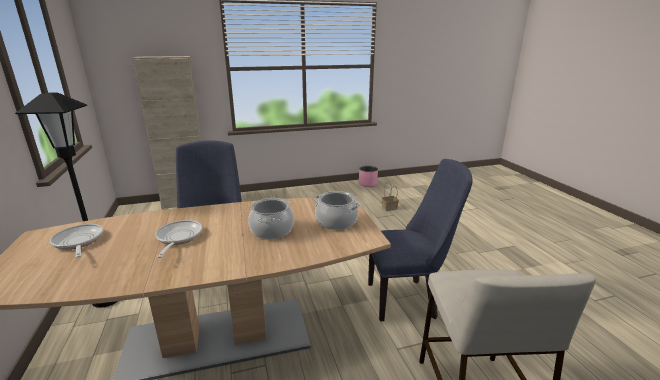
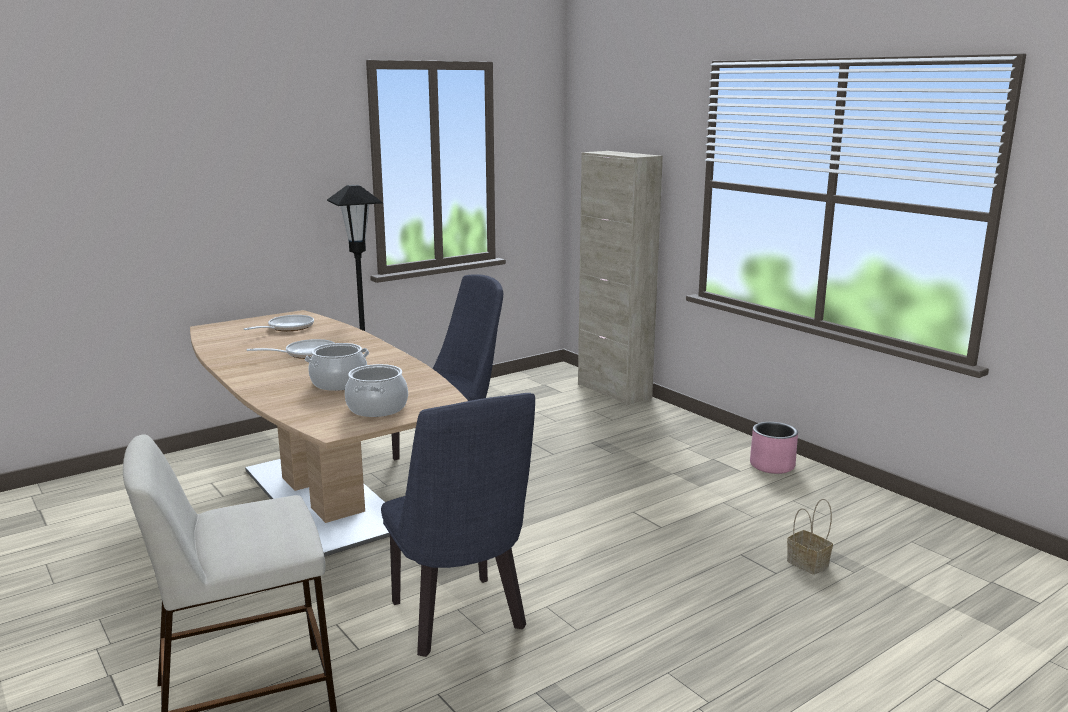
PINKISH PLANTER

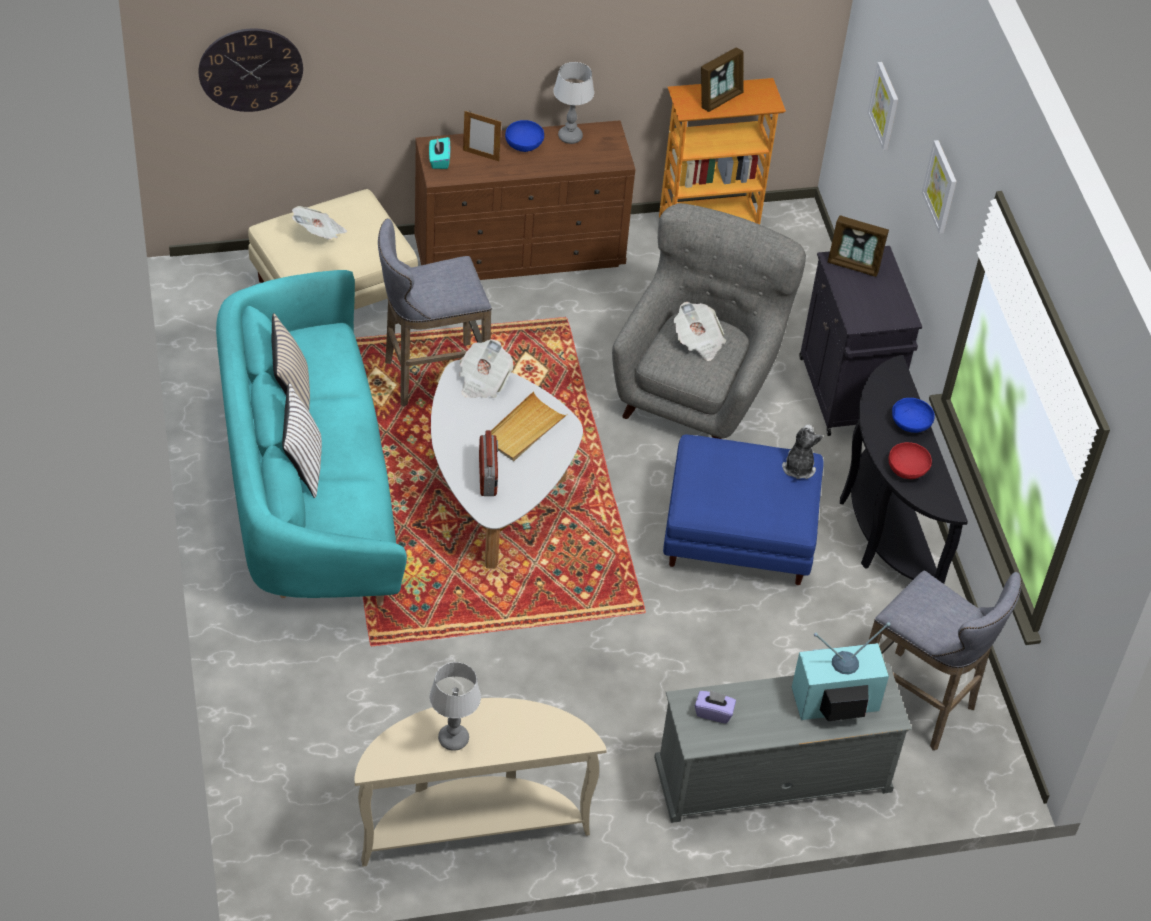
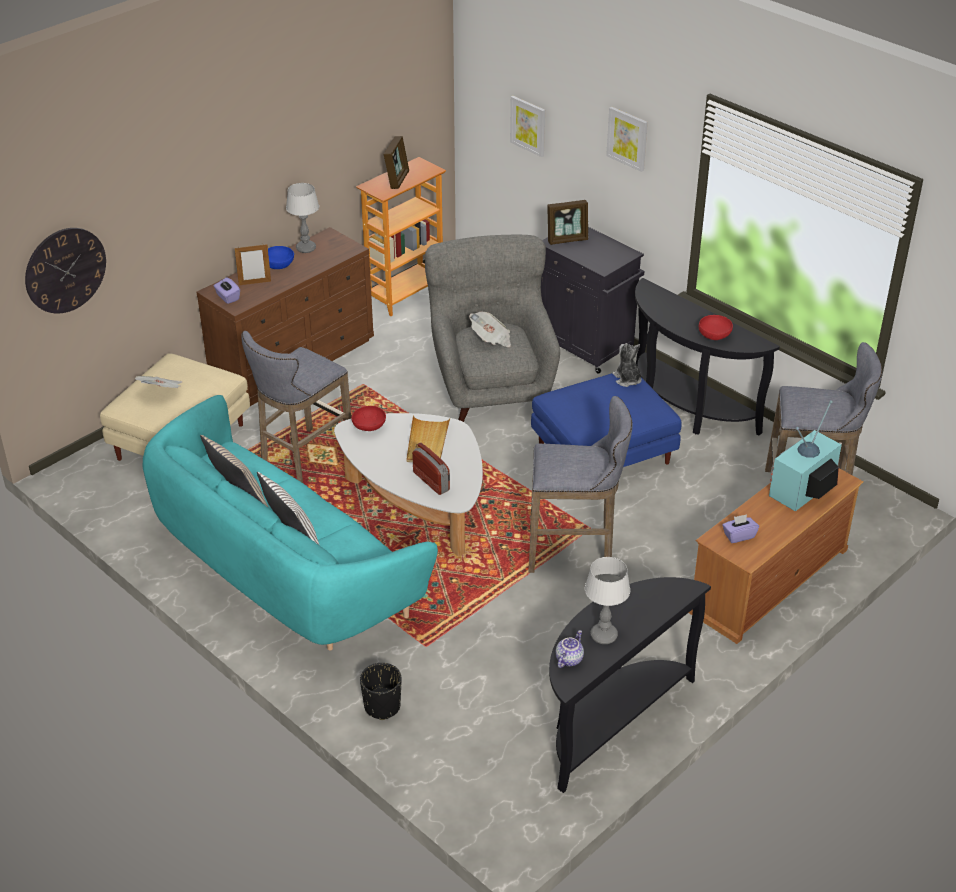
BLUE-COLOURED DEEP DISH (2nd from left in the first image)
BLACK-COLOURED PLANTER
GREY STOOL (2nd from left)
TEA POT
RED-COLOURED DEEP DISH (1st from left)
BLACK-COLOURED CONSOLE TABLE (1st from left)
PURPLISH TISSUE HOLDER (1st from left)
BROWN TV UNIT

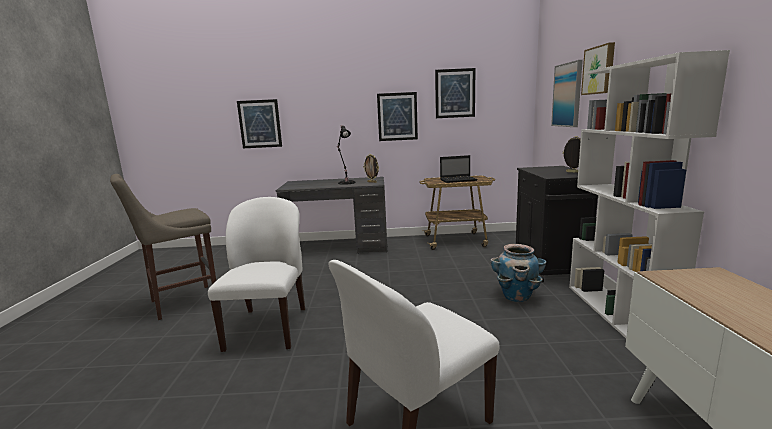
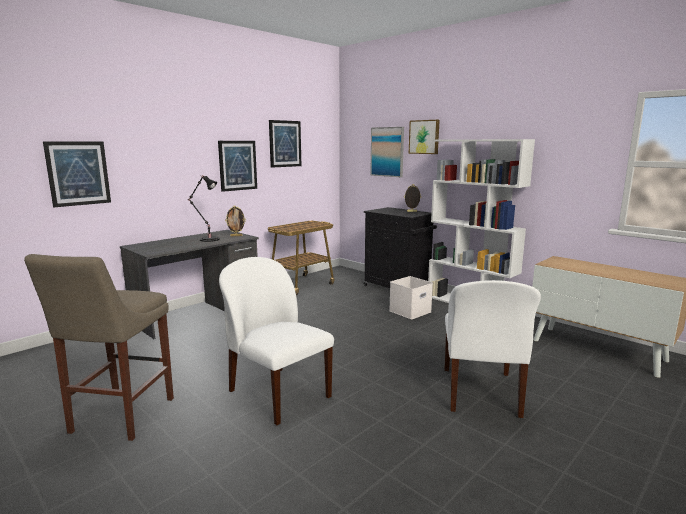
NOTEBOOK COMPUTER
WHITE STORAGE CONTAINER

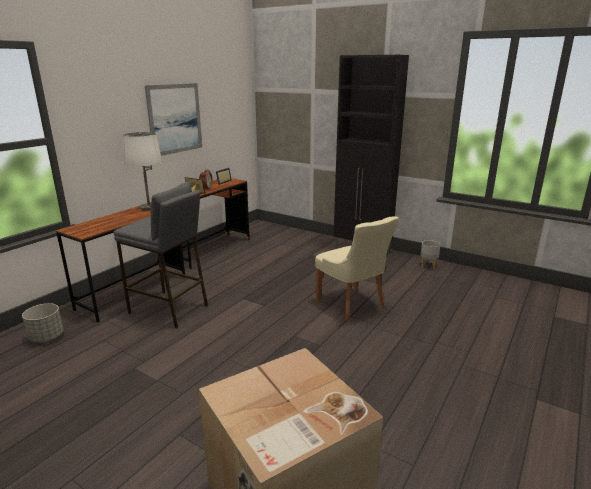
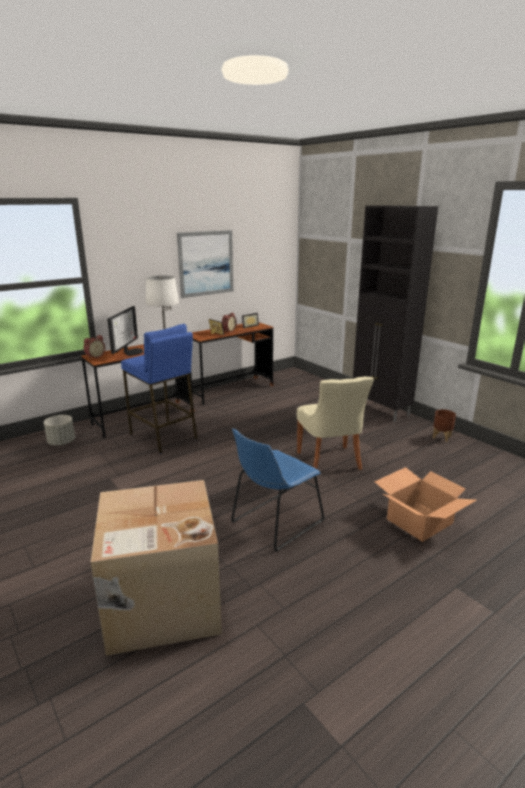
ALARM CLOCK (1st from left)
COMPUTER DISPLAY
BLUE-COLOURED UPRIGHT CHAIR
PACKING BOX (2nd from left)
BLUE-COLOURED STOOL
BROWN PLANTER

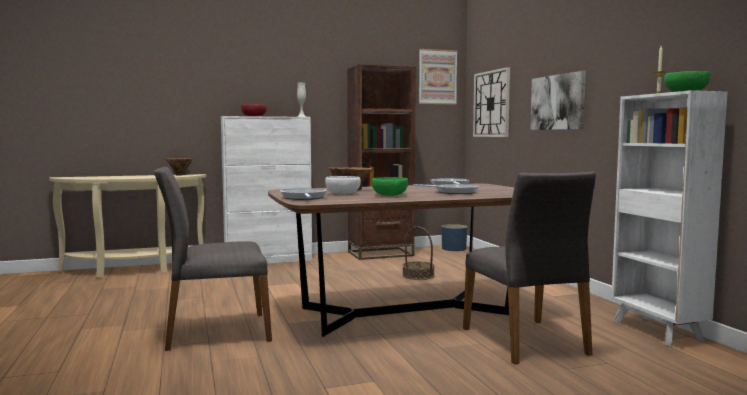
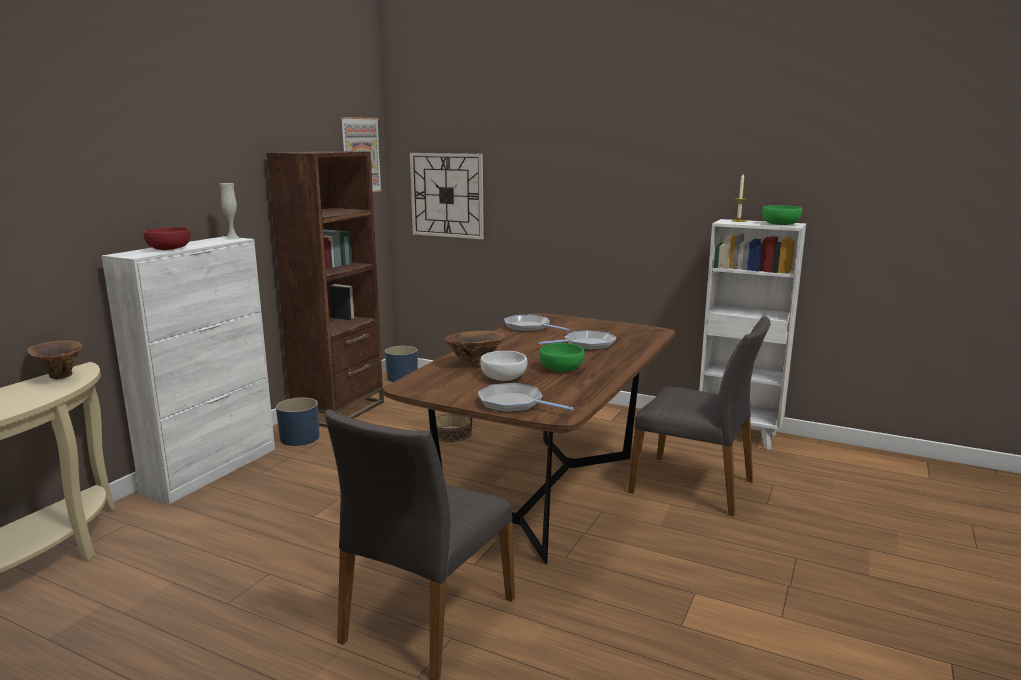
PICTURE (2nd from left in the first image)
BLUE-COLOURED PLANTER (1st from left)

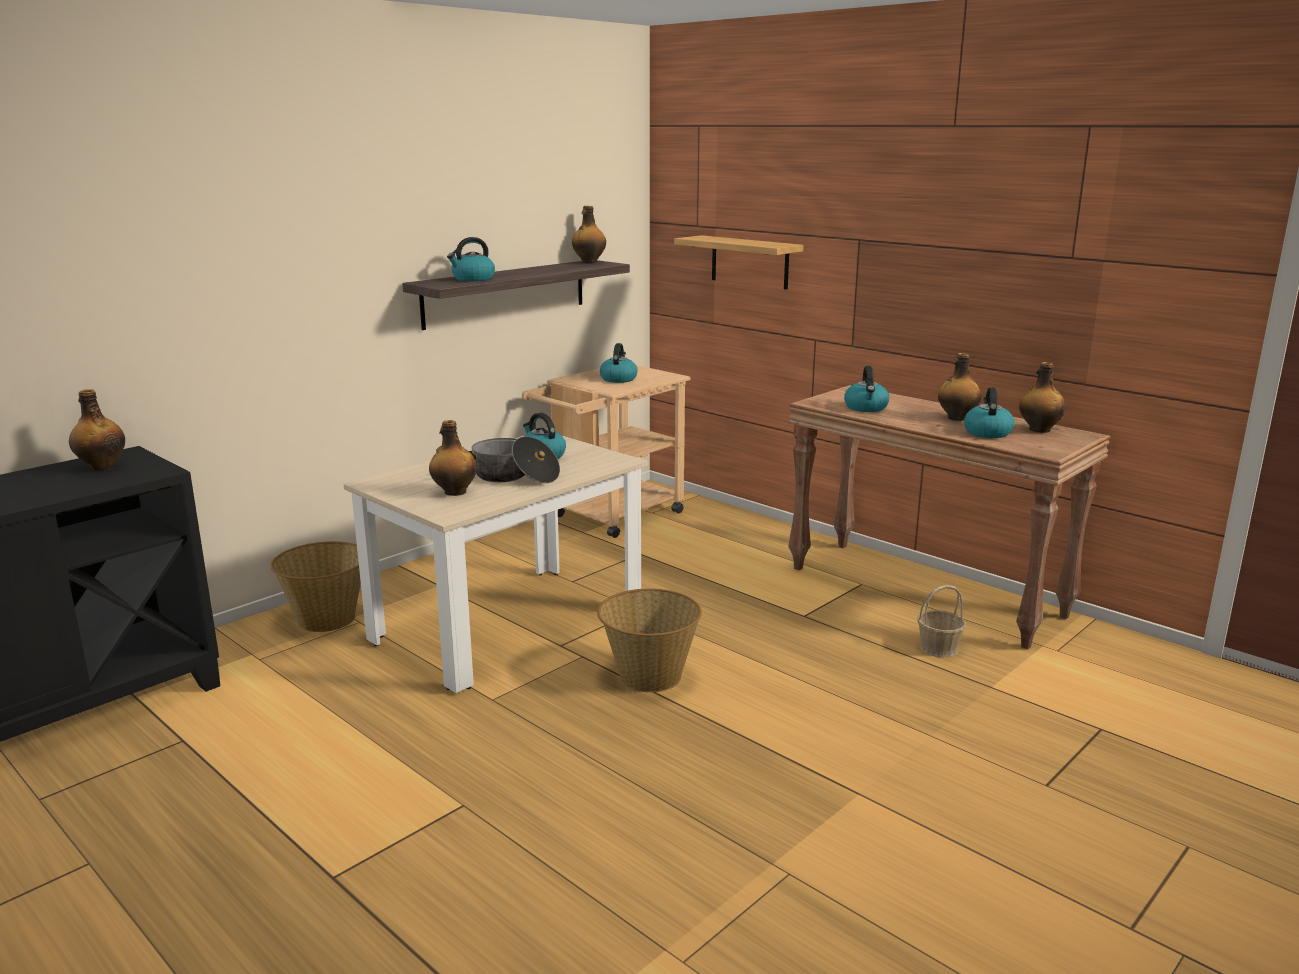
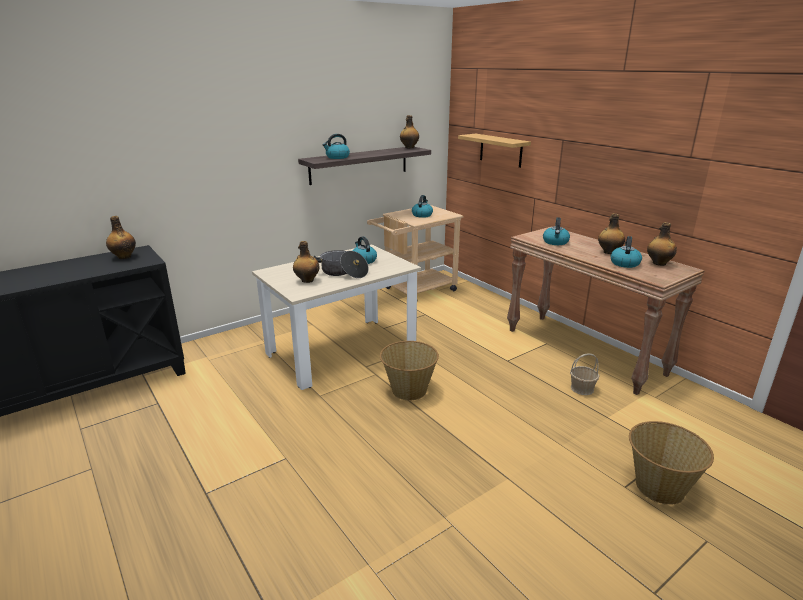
STORAGE BASKET (3rd from left)

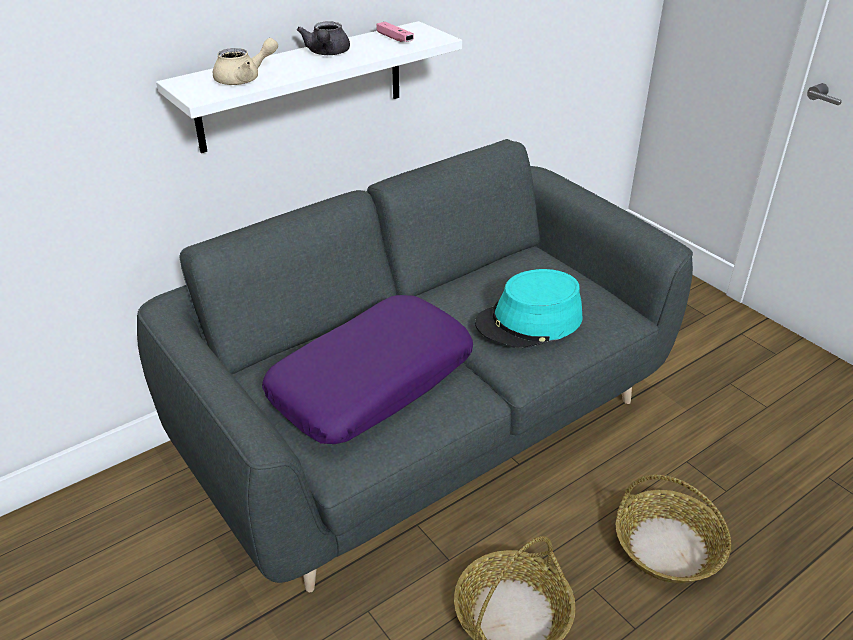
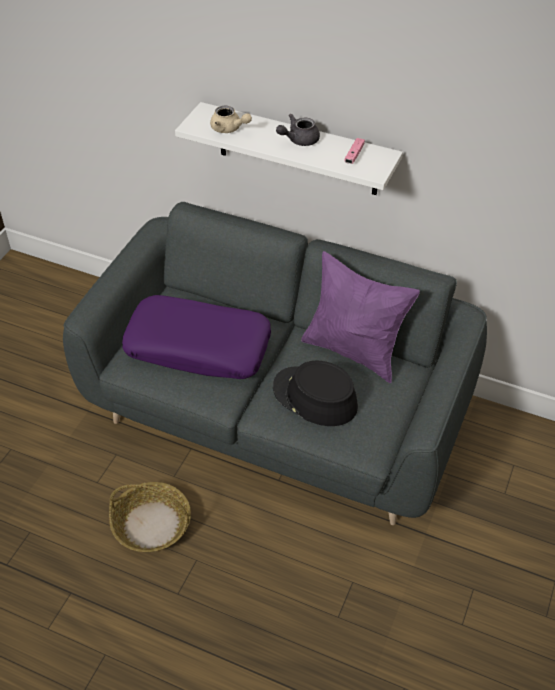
STORAGE BASKET (2nd from left in the first image)
PURPLISH PILLOW (2nd from left)
BLACK-COLOURED HAT

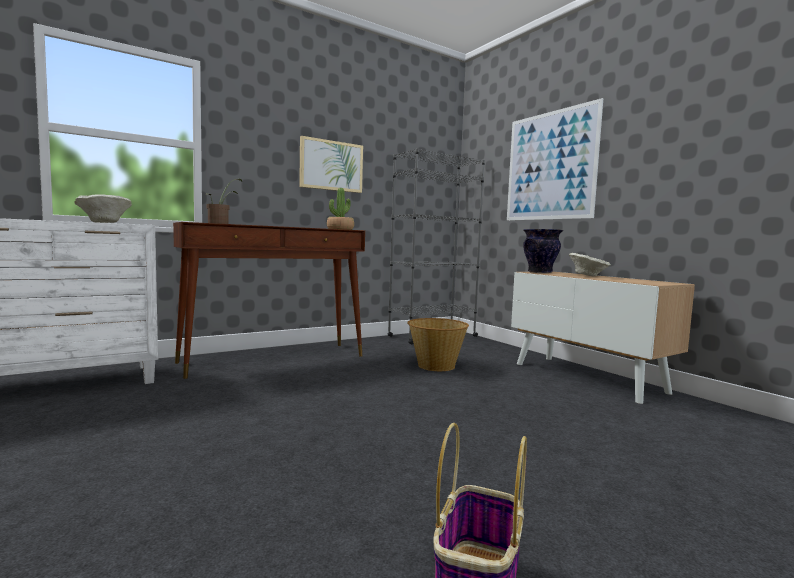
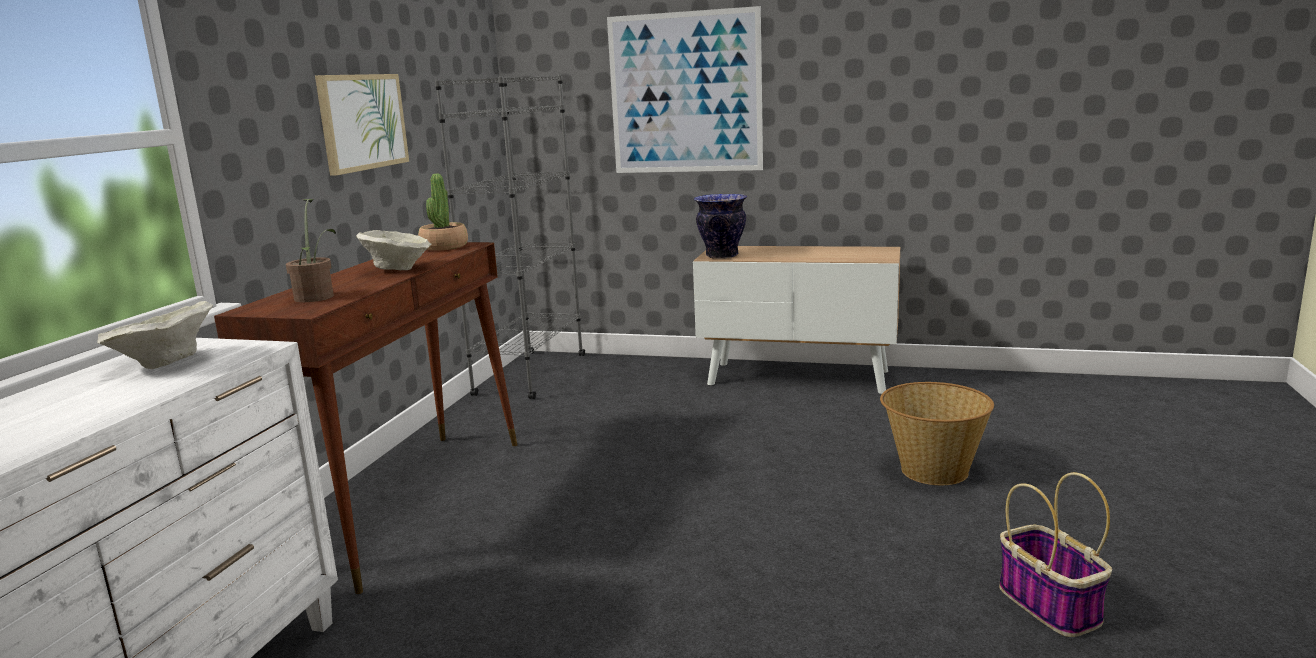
STORAGE BASKET (1st from left)
BEIGE-COLOURED DEEP DISH (2nd from left)

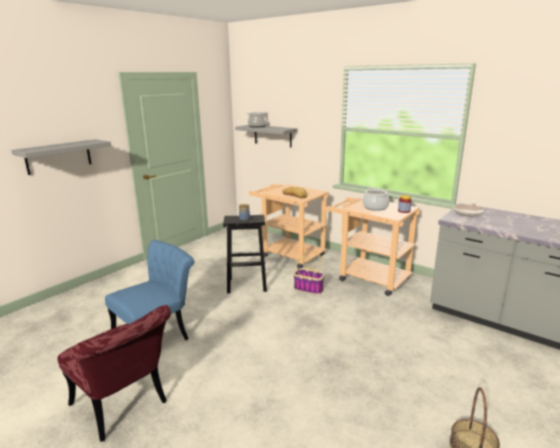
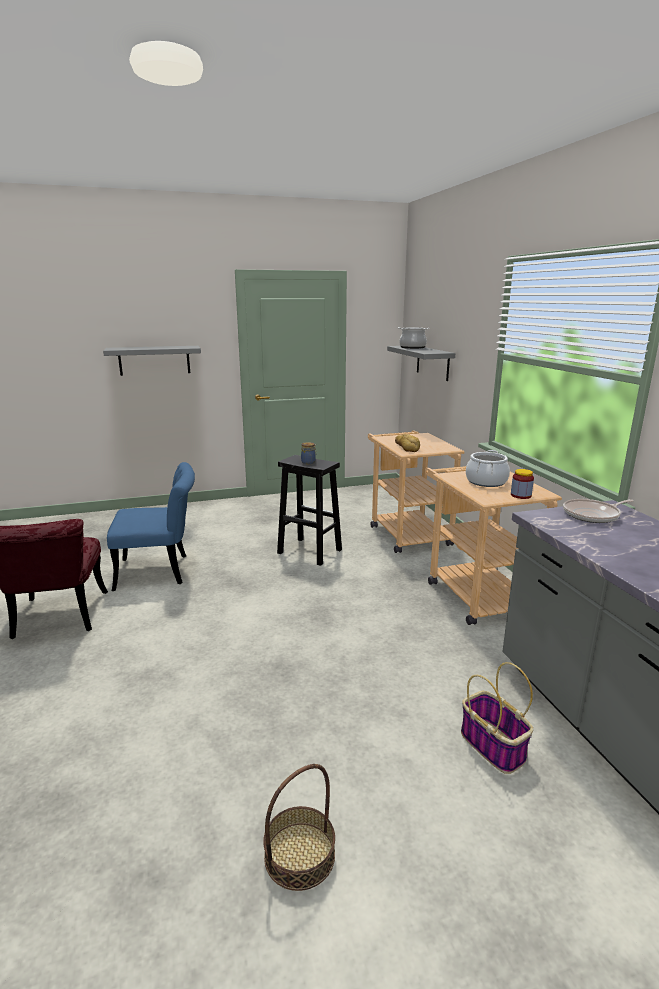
STORAGE BASKET (2nd from left)

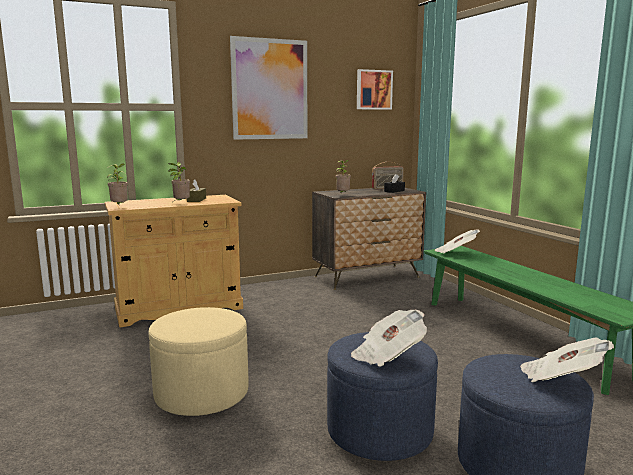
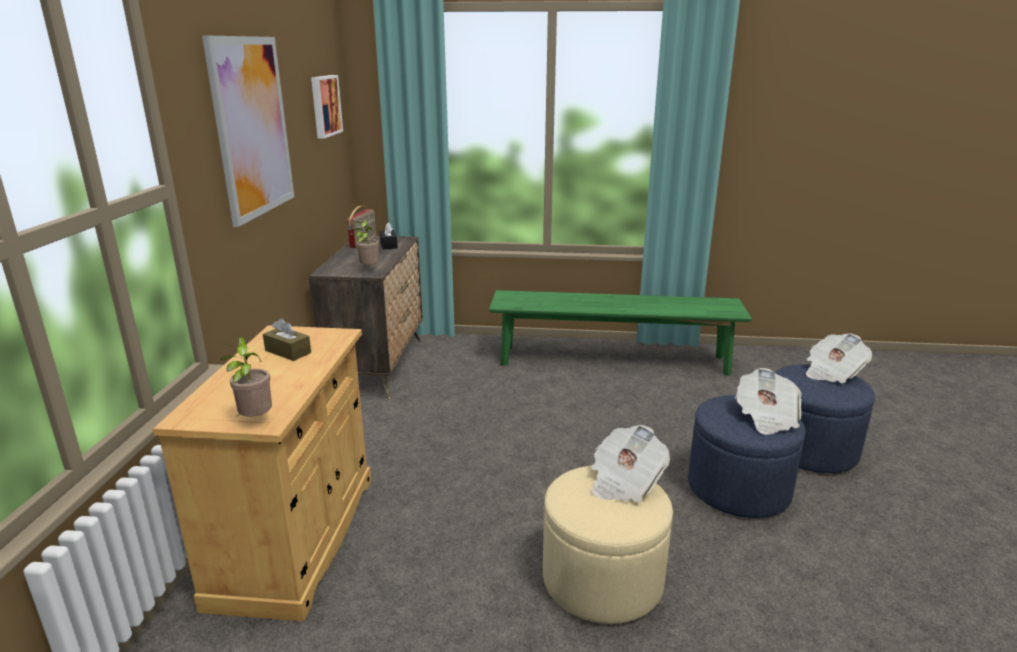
POTTED PLANT (2nd from left in the first image)
DAILY PAPER (1st from left)

